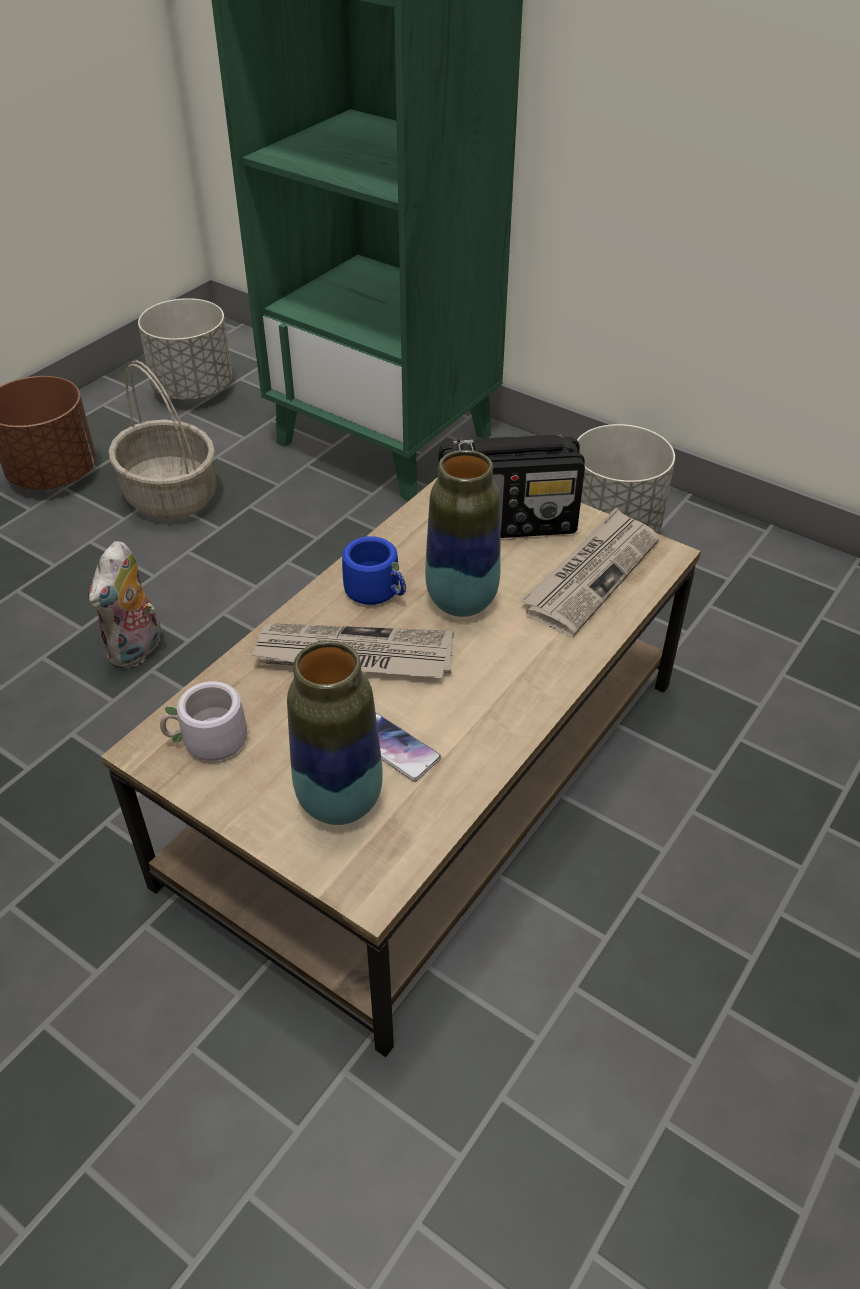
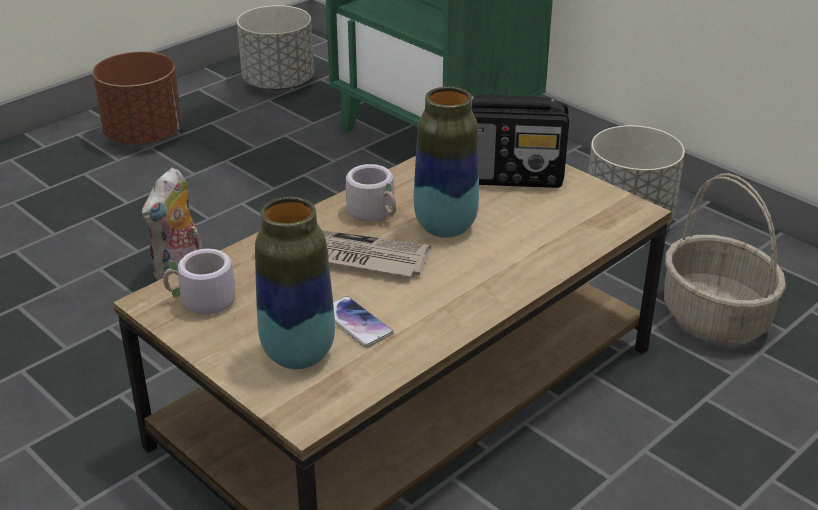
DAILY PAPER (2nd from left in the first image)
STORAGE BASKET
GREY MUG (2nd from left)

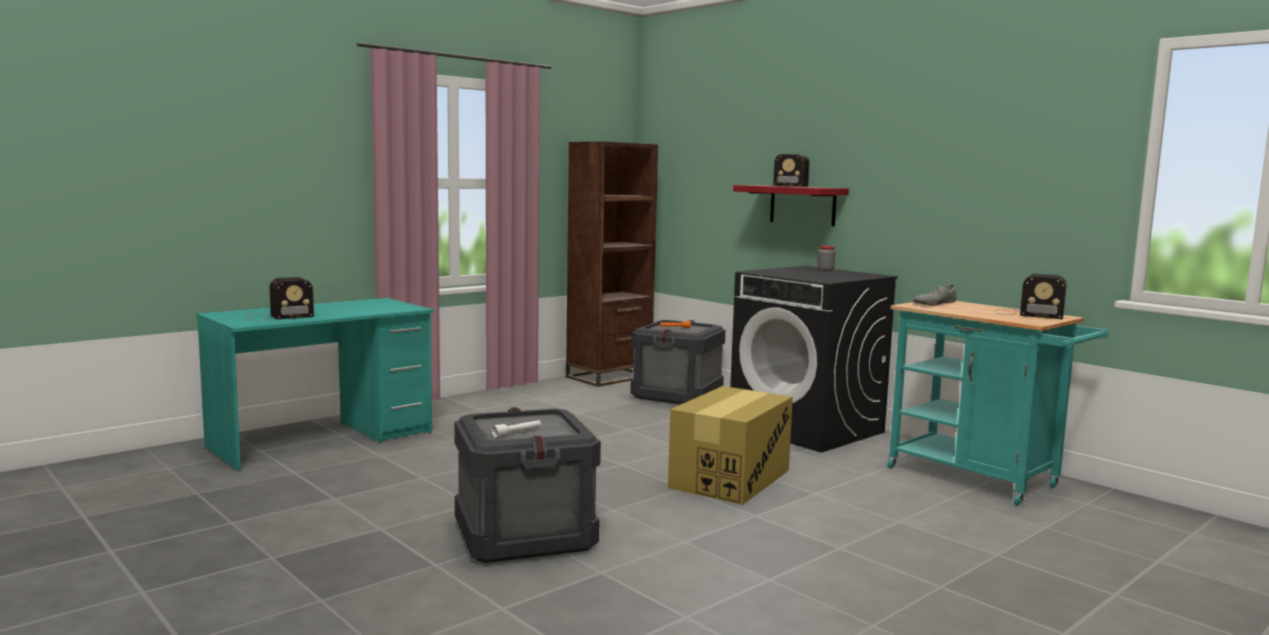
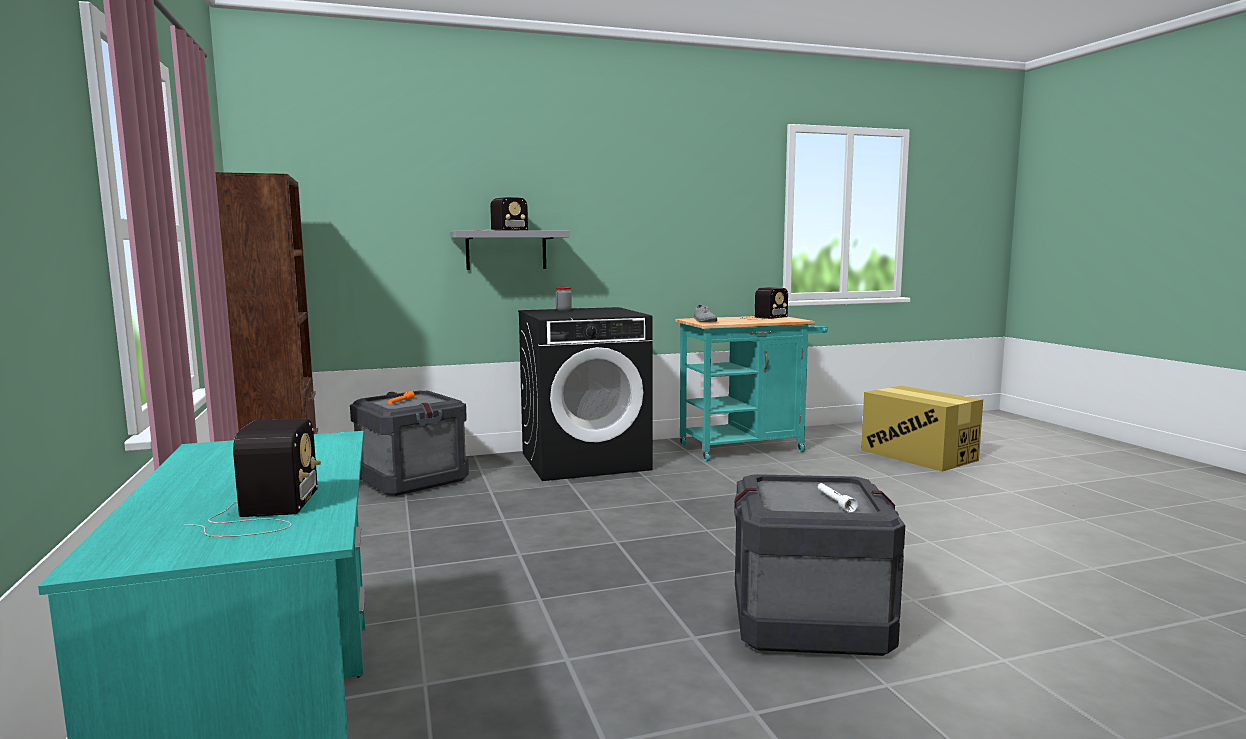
PACKING BOX
GREY SHELF

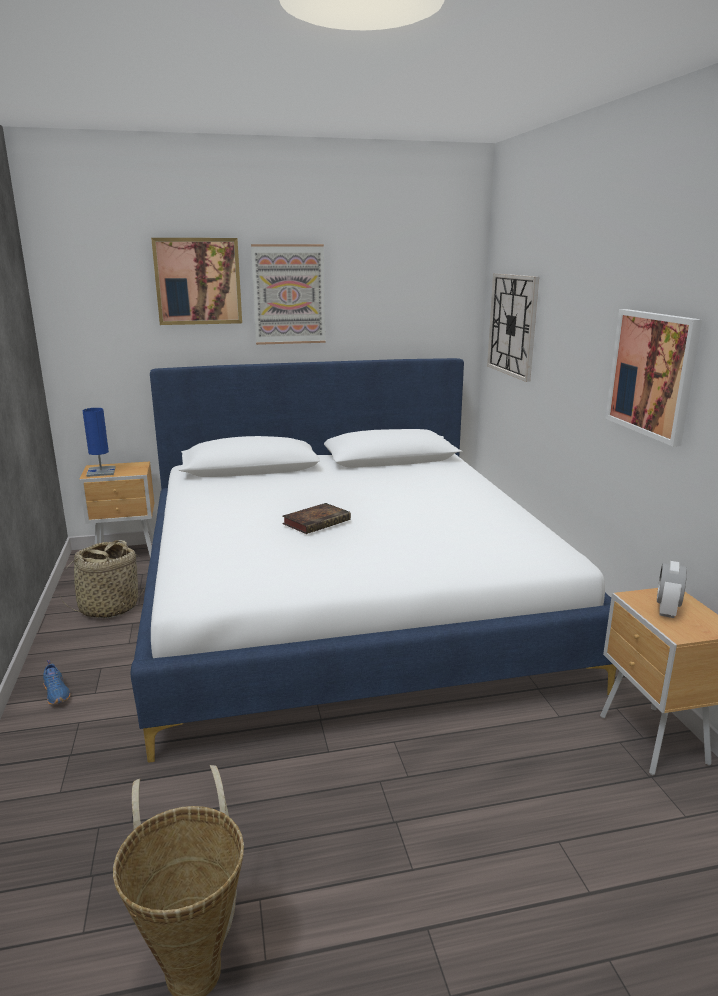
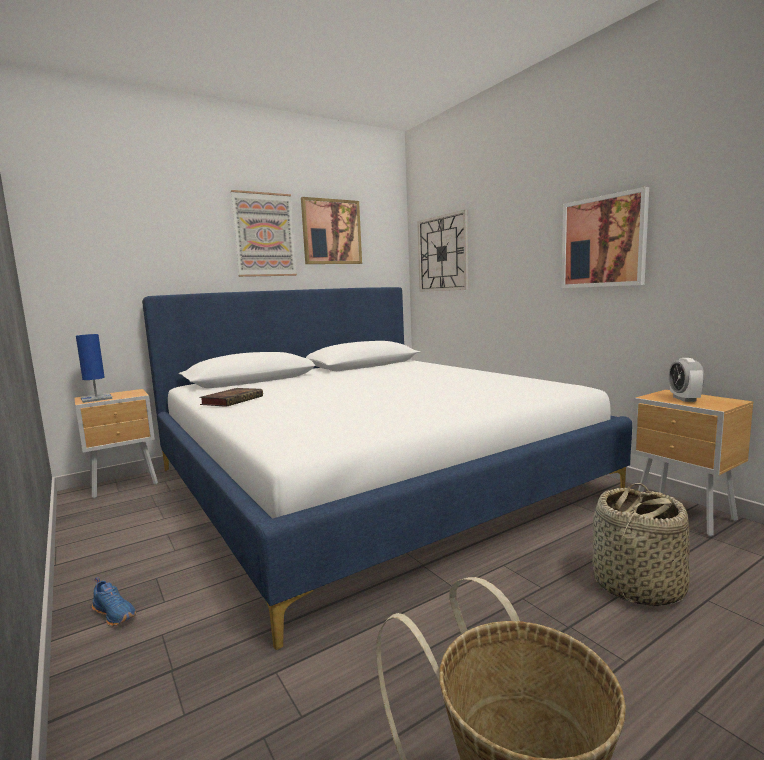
STORAGE BASKET (2nd from left)
PICTURE (2nd from left)
VOLUME

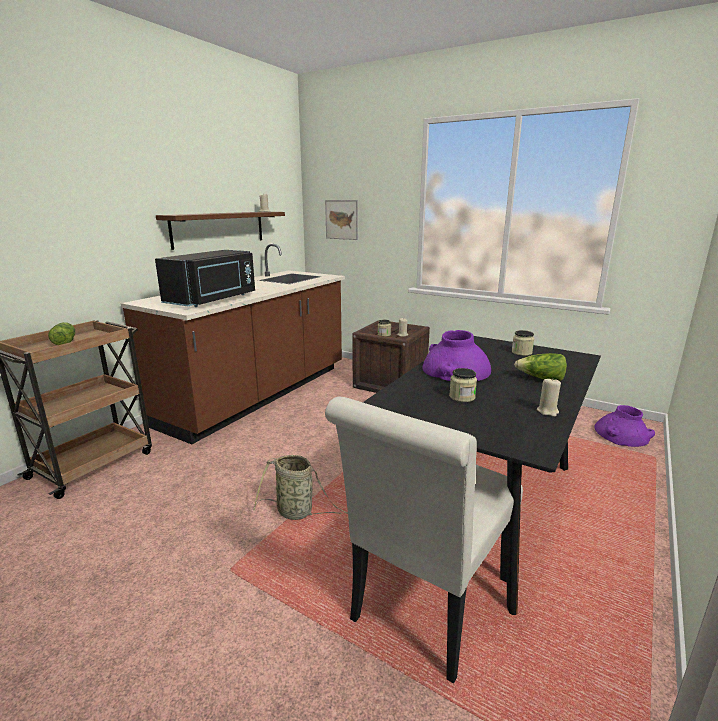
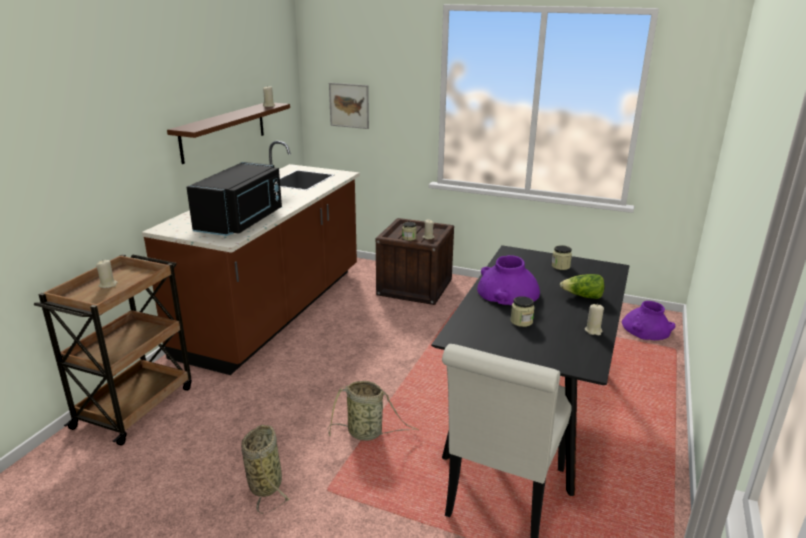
STORAGE BASKET (1st from left)
BEIGE-COLOURED WAX CANDLE (1st from left)

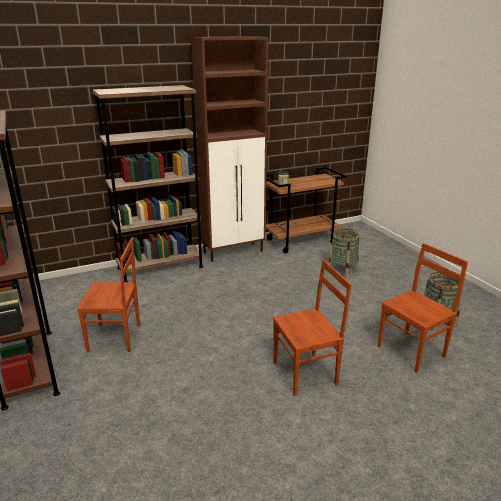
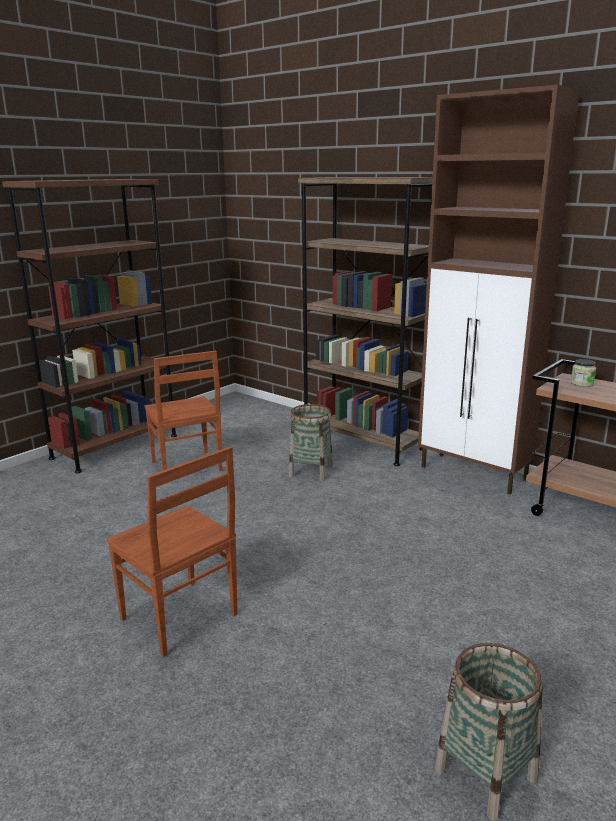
BROWN UPRIGHT CHAIR (3rd from left in the first image)
STORAGE BASKET (1st from left)

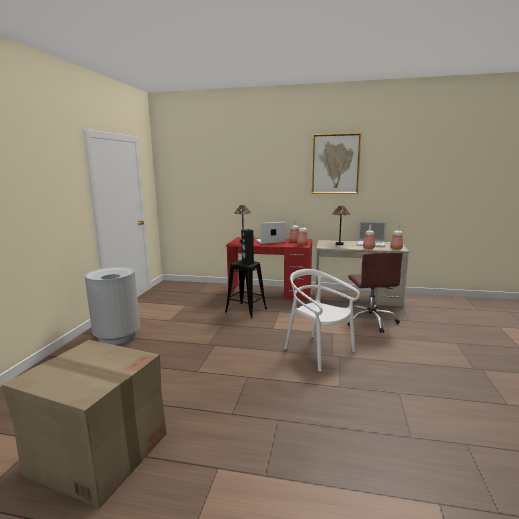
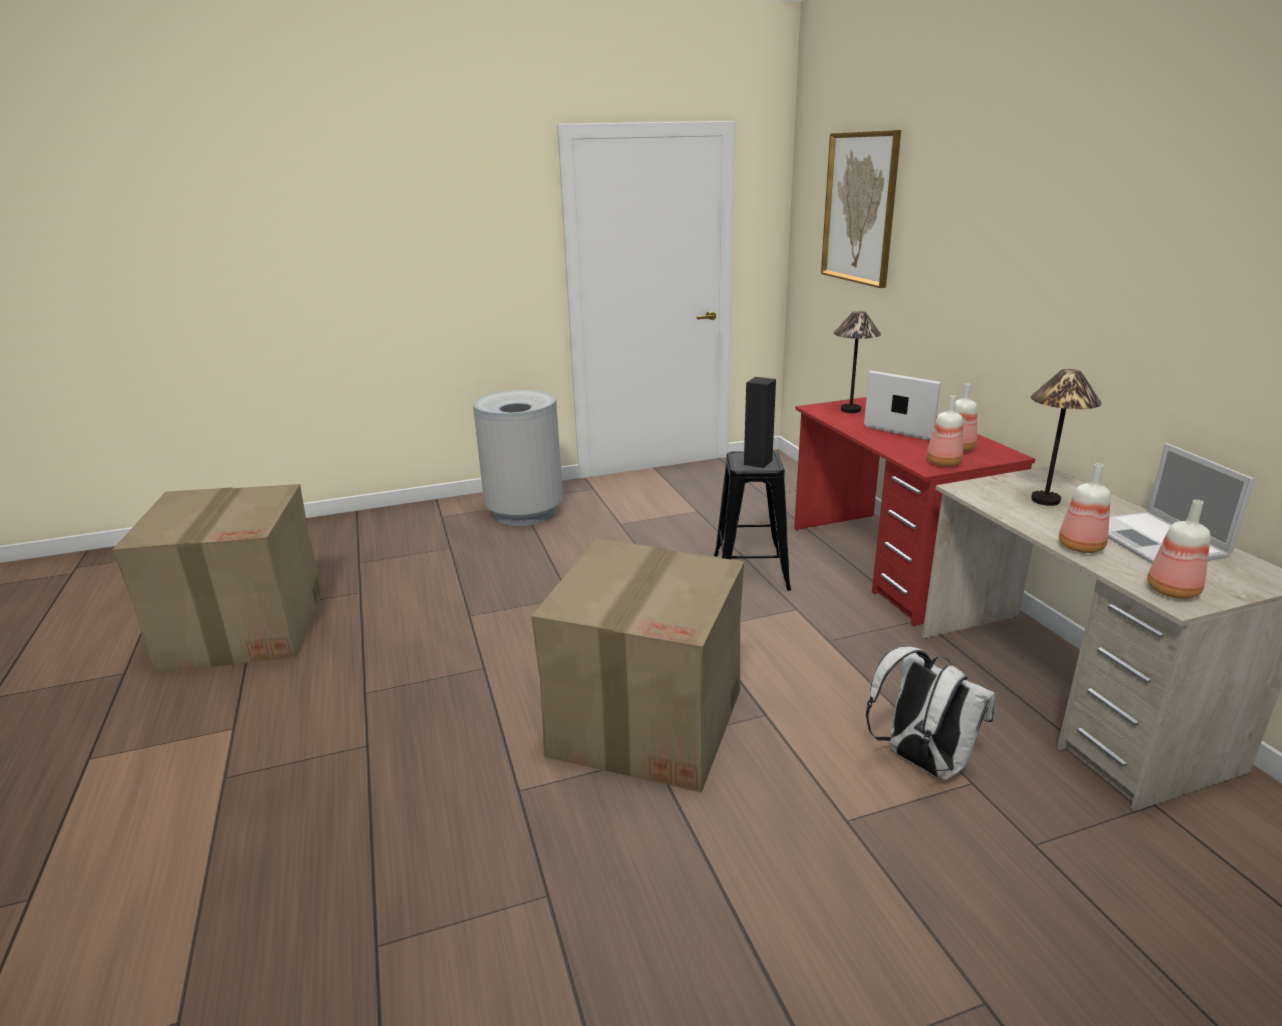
PICTURE
PACKING BOX (2nd from left)
WHITE RUCKSACK

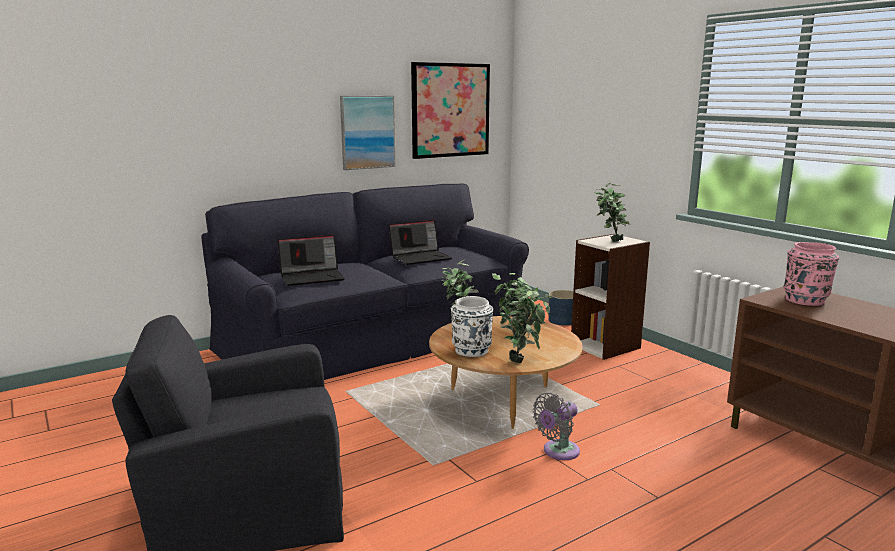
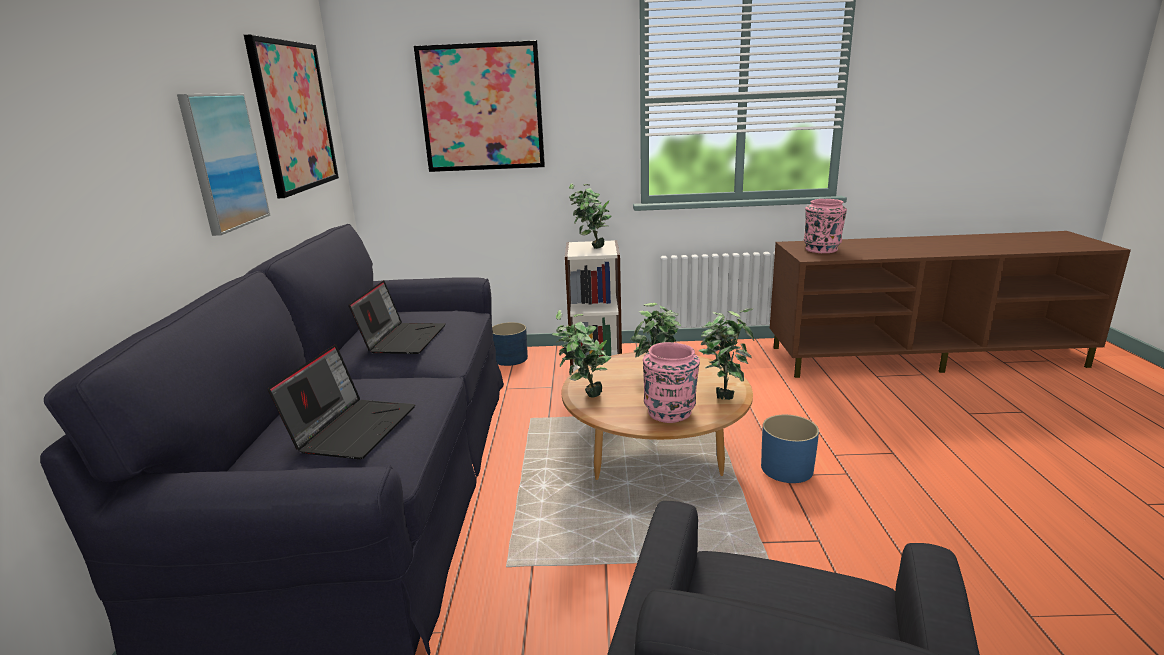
PICTURE (3rd from left)
BLUE-COLOURED PLANTER (2nd from left)
PINKISH FLOWER VASE (1st from left)

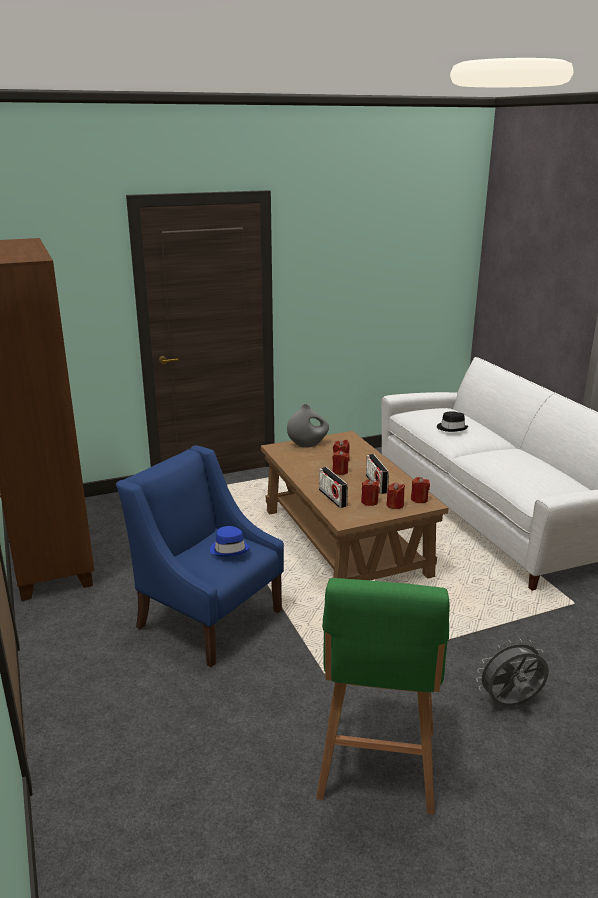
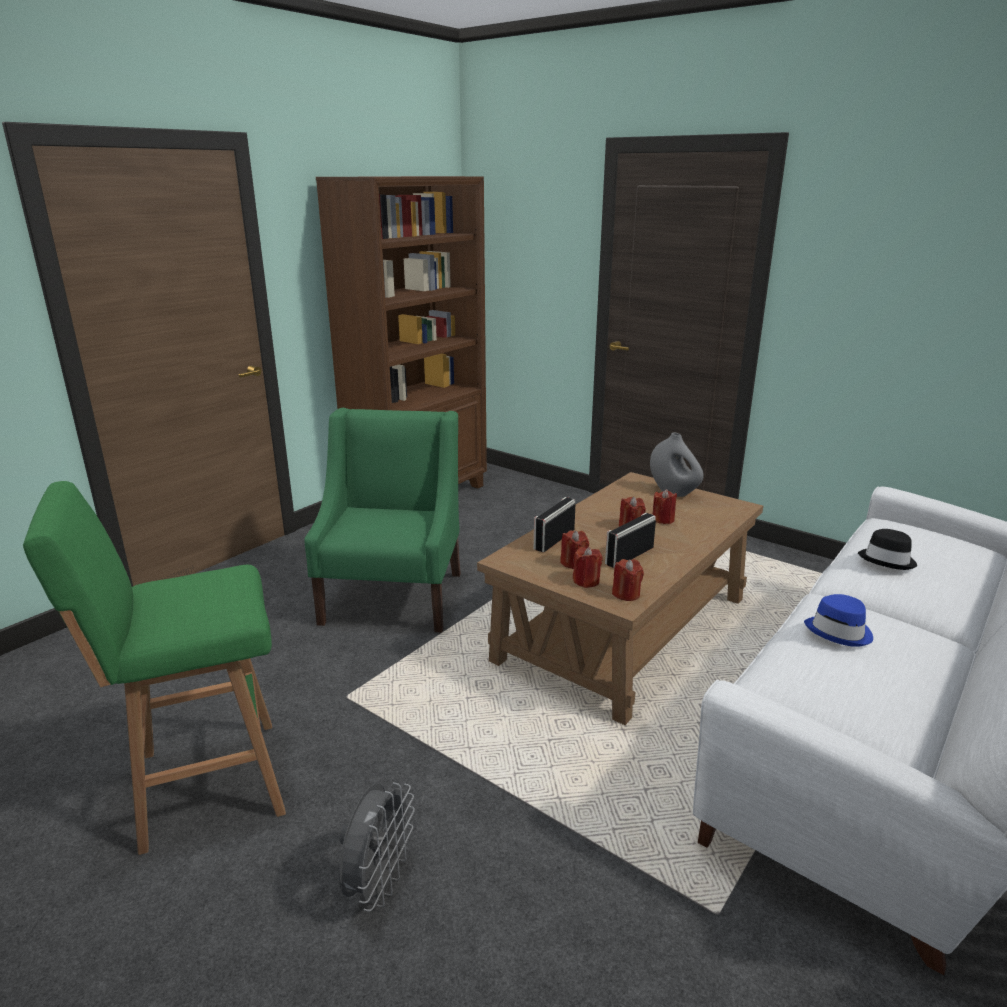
BLUE-COLOURED HAT
GREEN-COLOURED ARMCHAIR
GREY ELECTRIC FAN

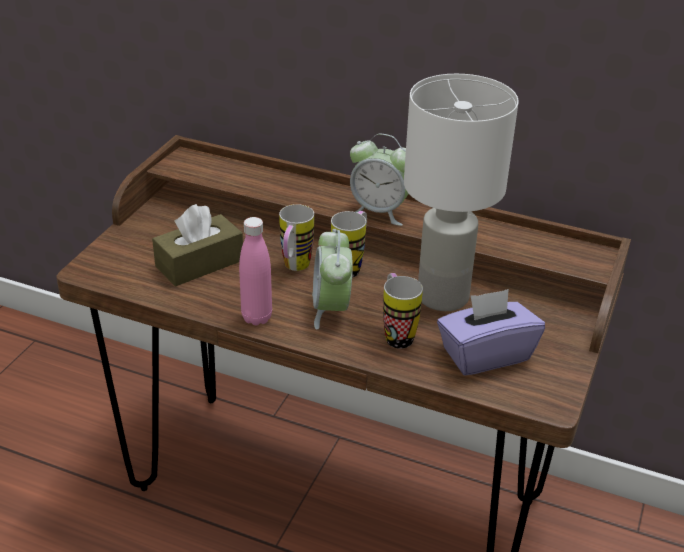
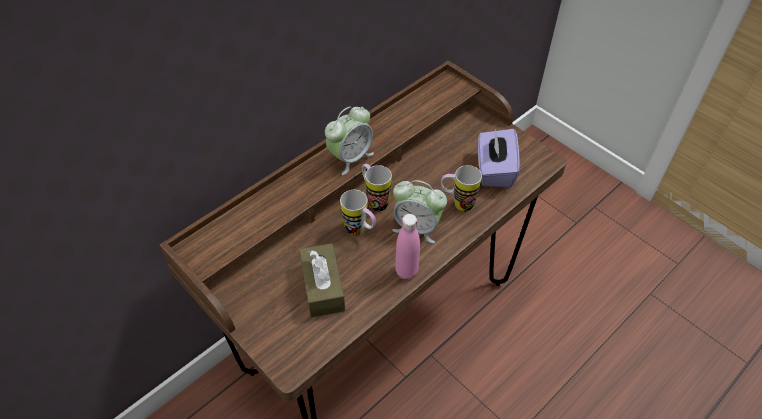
WHITE TABLETOP LAMP

